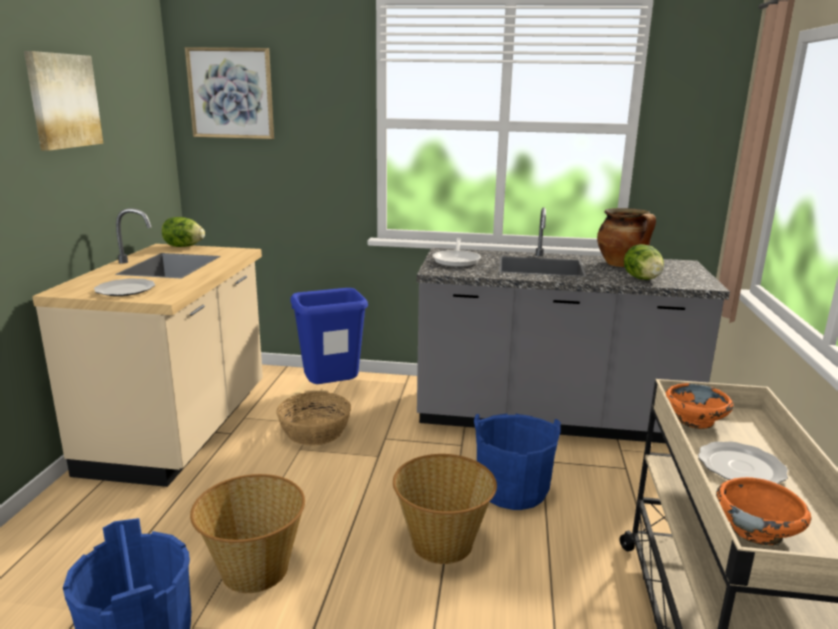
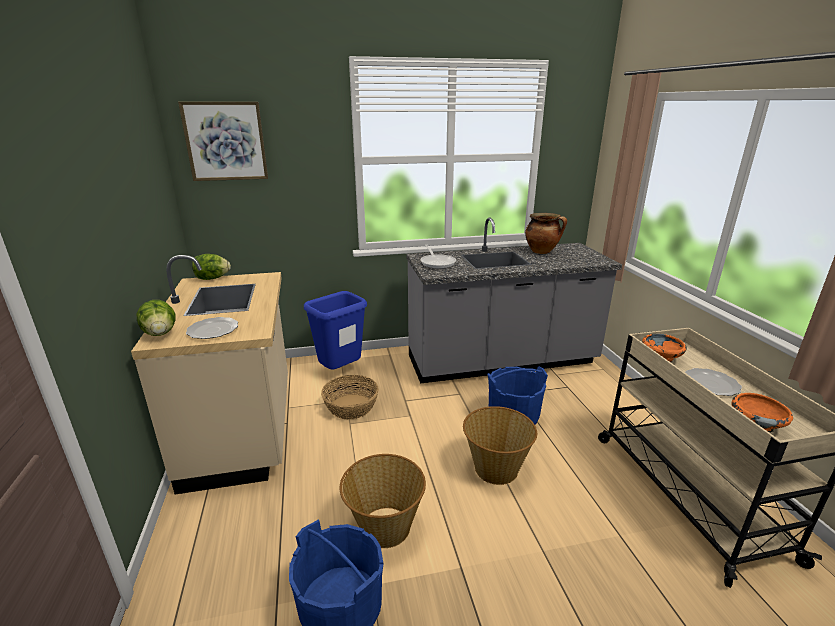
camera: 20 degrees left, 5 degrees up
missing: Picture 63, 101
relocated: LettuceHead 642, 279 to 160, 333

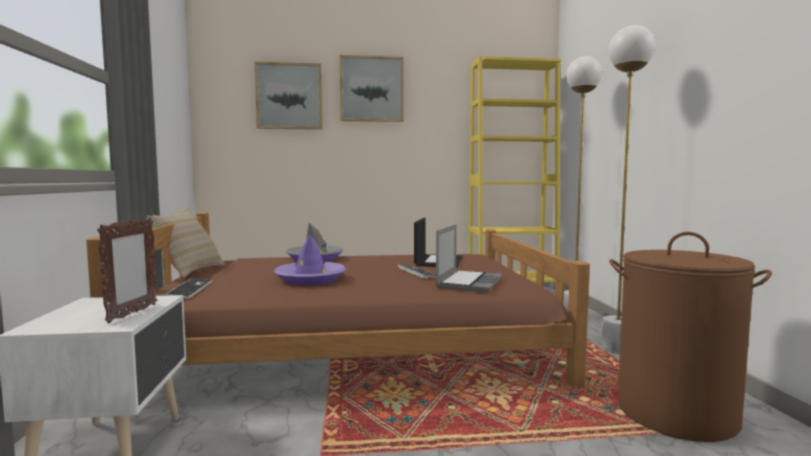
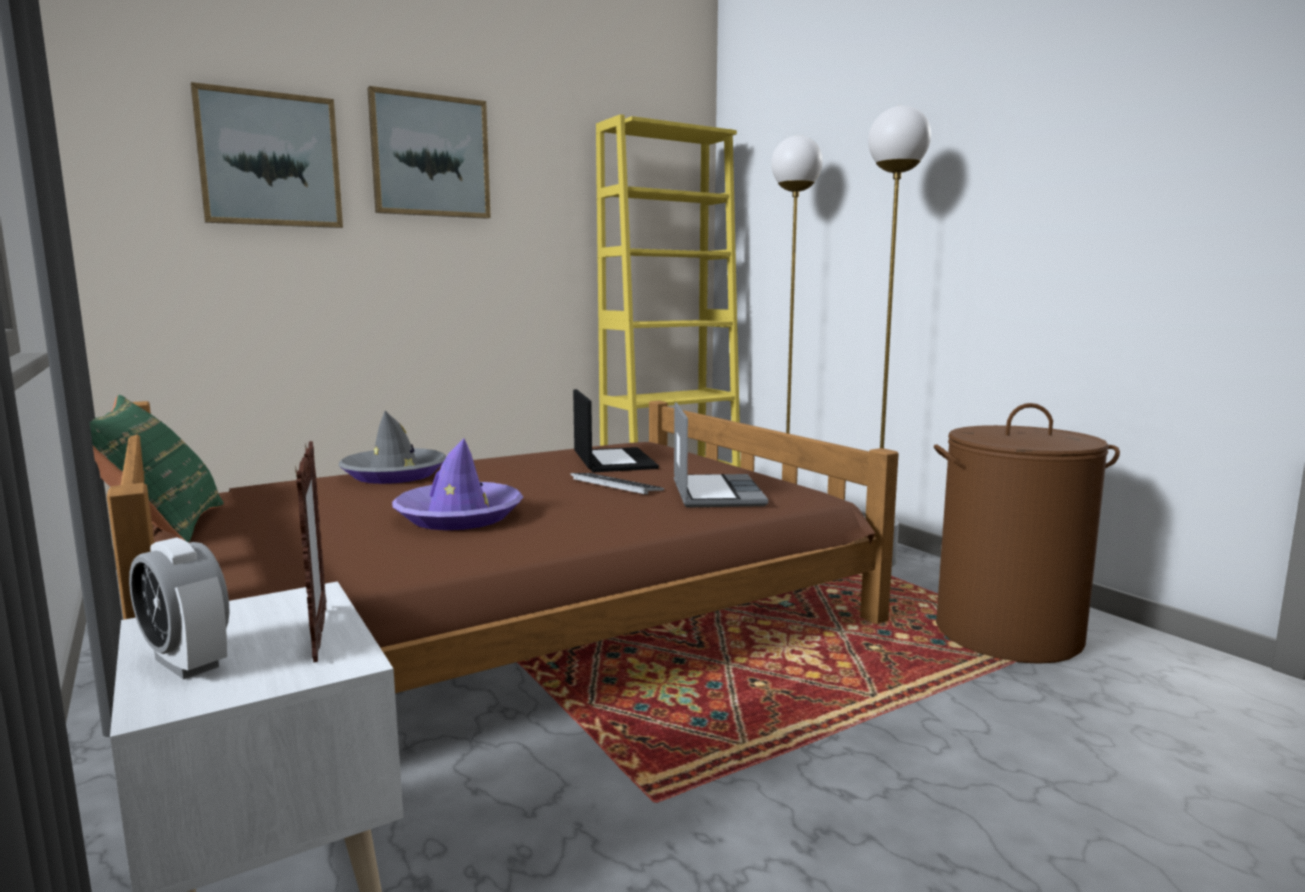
camera: 25 degrees left, 5 degrees up
missing: PcKeyboard 190, 290
appeared: AlarmClock 187, 663
colour: BeigeCushion 187, 271 to GreenishCushion 161, 527

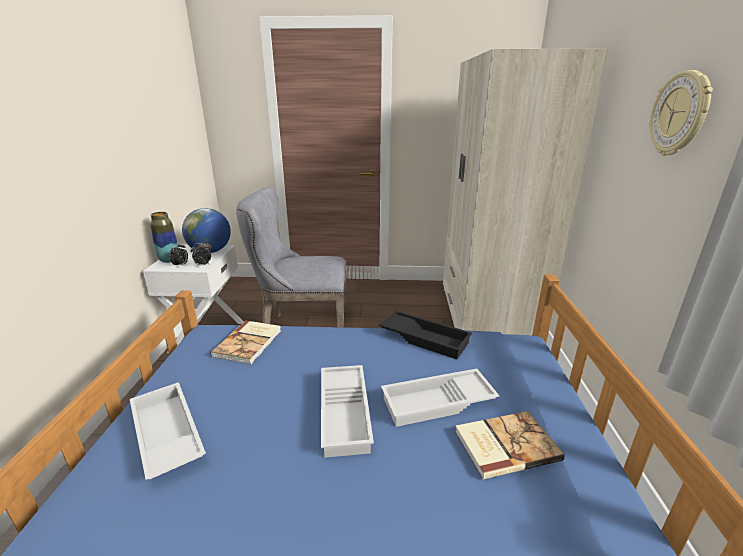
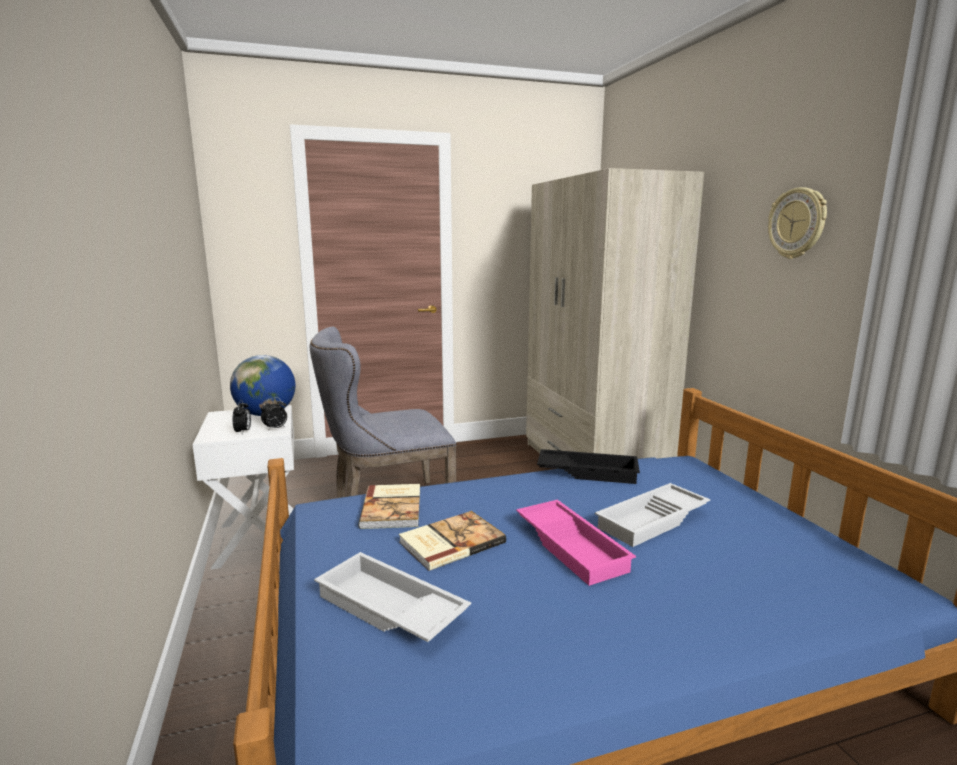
camera: 20 degrees left, 10 degrees down
missing: FlowerVase 169, 260
relocated: BoundBook 504, 444 to 450, 542
colour: WhiteServingTray 346, 413 to PinkColouredServingTray 573, 547

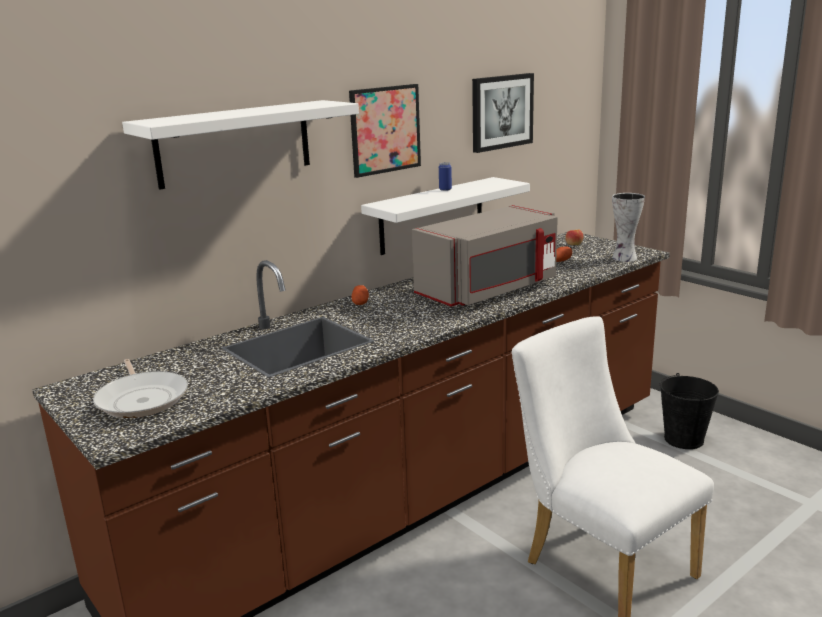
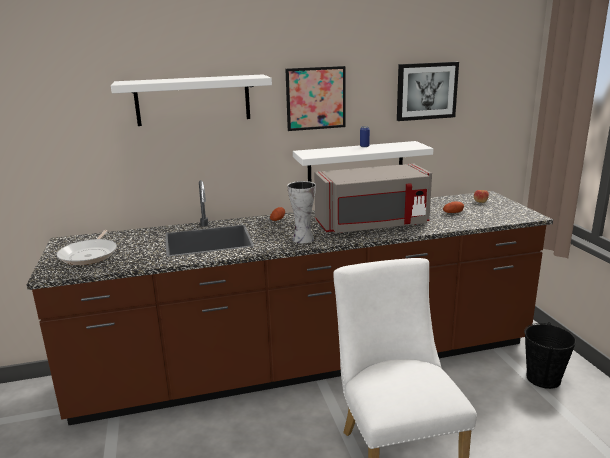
camera: 25 degrees right, 0 degrees up
relocated: FlowerVase 623, 258 to 302, 239

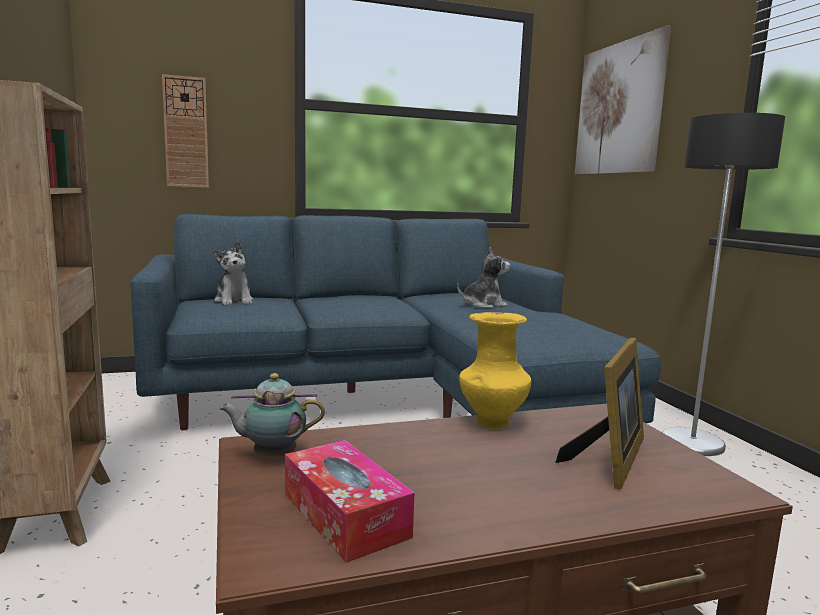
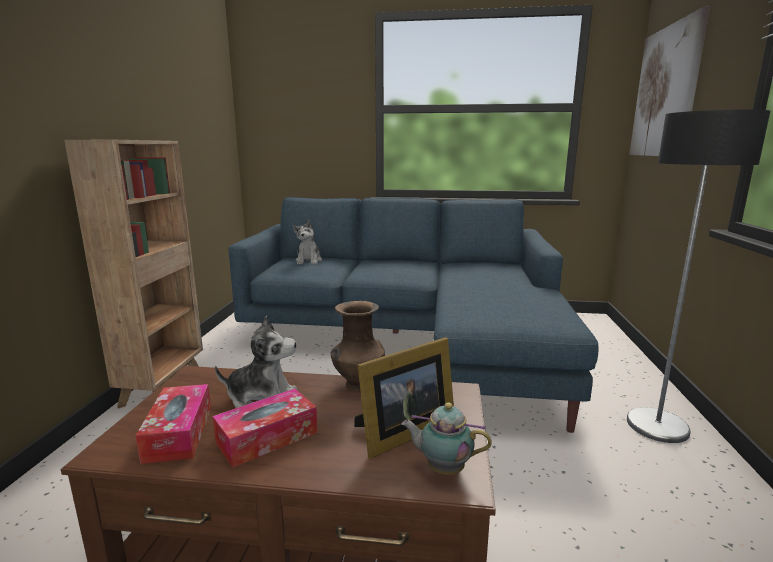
camera: 25 degrees right, 5 degrees up
missing: ClockOnTheWall 186, 132
appeared: TissueHolder 267, 437
relocated: Teapot 272, 455 to 443, 469; CuddlyToy 483, 305 to 262, 399
colour: YellowishFlowerVase 491, 423 to BrownFlowerVase 357, 385

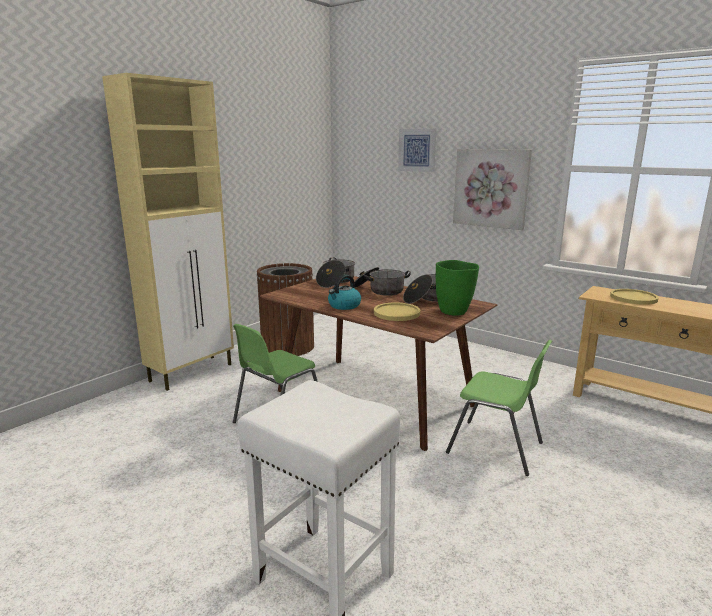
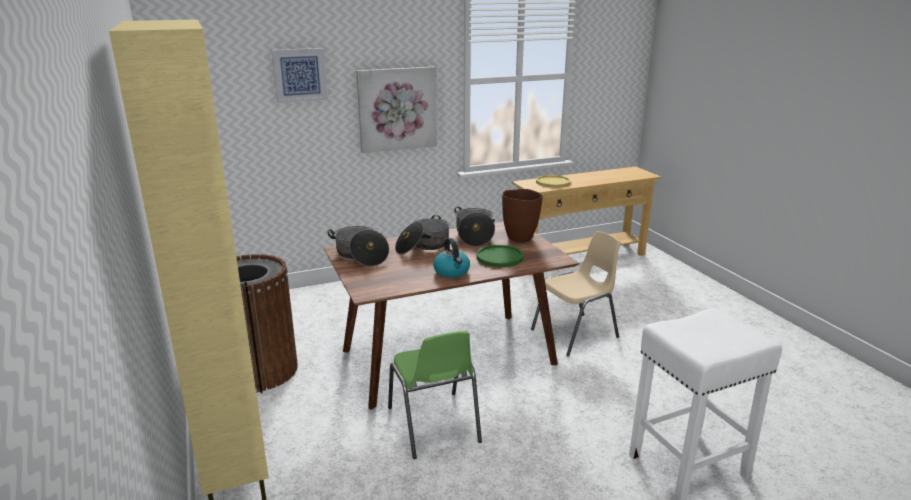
camera: 60 degrees left, 5 degrees up
colour: YellowishDinnerPlate 396, 313 to GreenishDinnerPlate 499, 257; GreenishFlowerVase 454, 311 to BrownFlowerVase 520, 237; GreenishUprightChair 496, 448 to BeigeUprightChair 576, 334

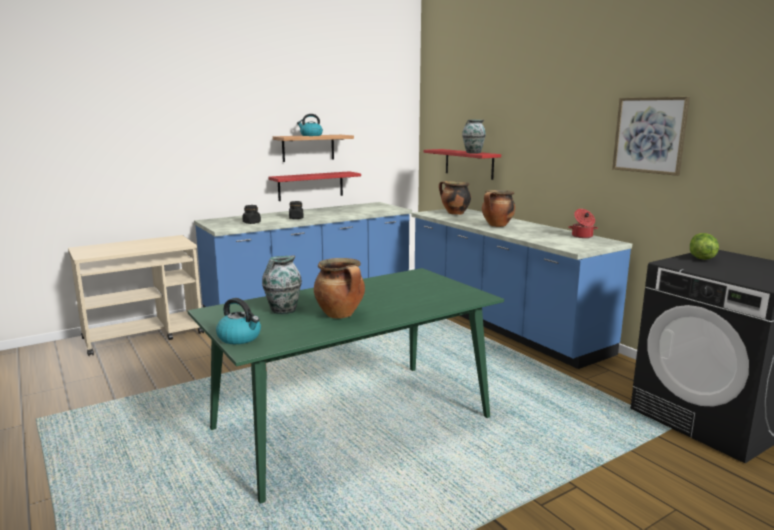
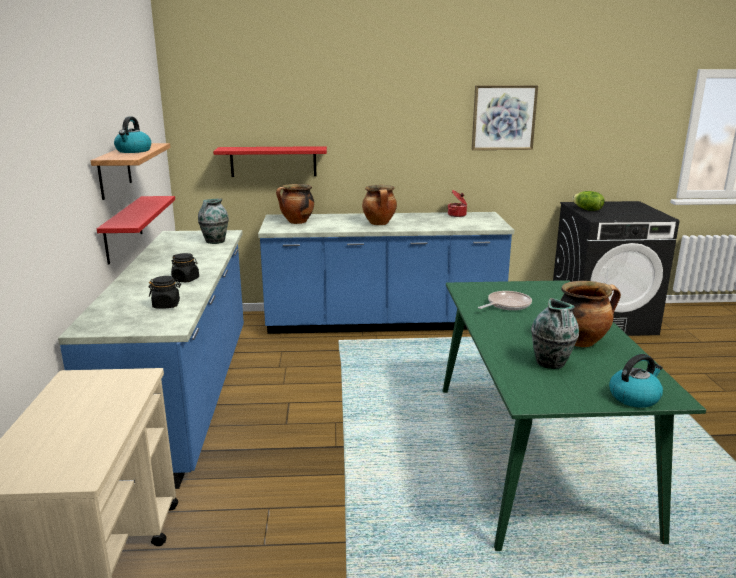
camera: 60 degrees left, 5 degrees up
appeared: Pan 506, 305
relocated: FlowerVase 473, 153 to 214, 241

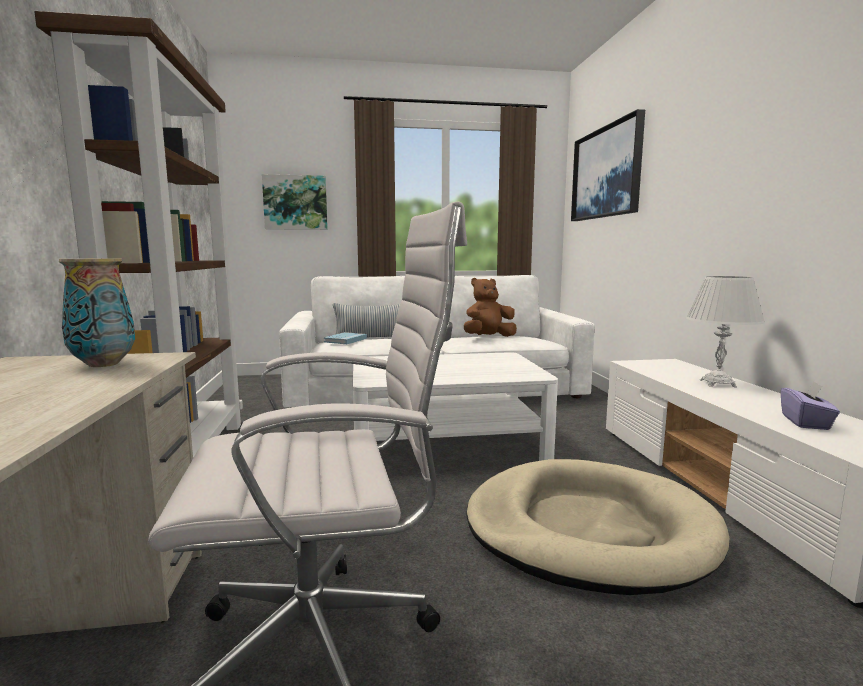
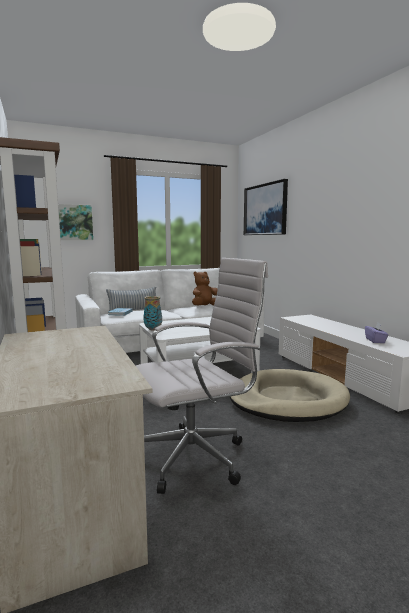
camera: 15 degrees left, 0 degrees up
missing: WhiteTabletopLamp 717, 383
relocated: FlowerVase 104, 364 to 153, 329

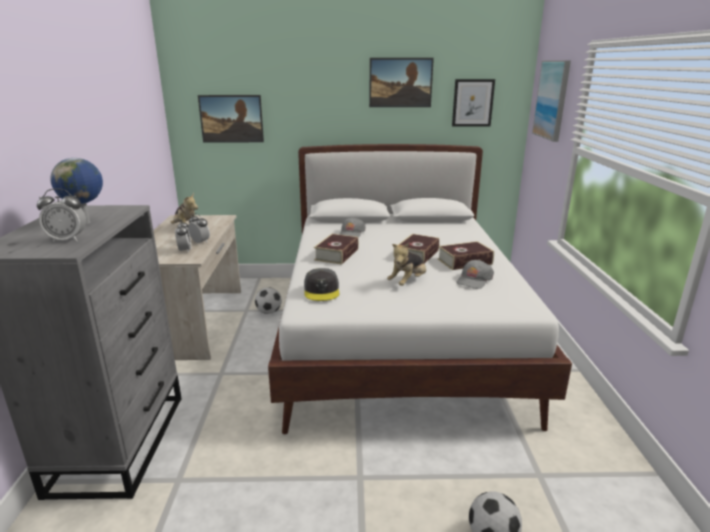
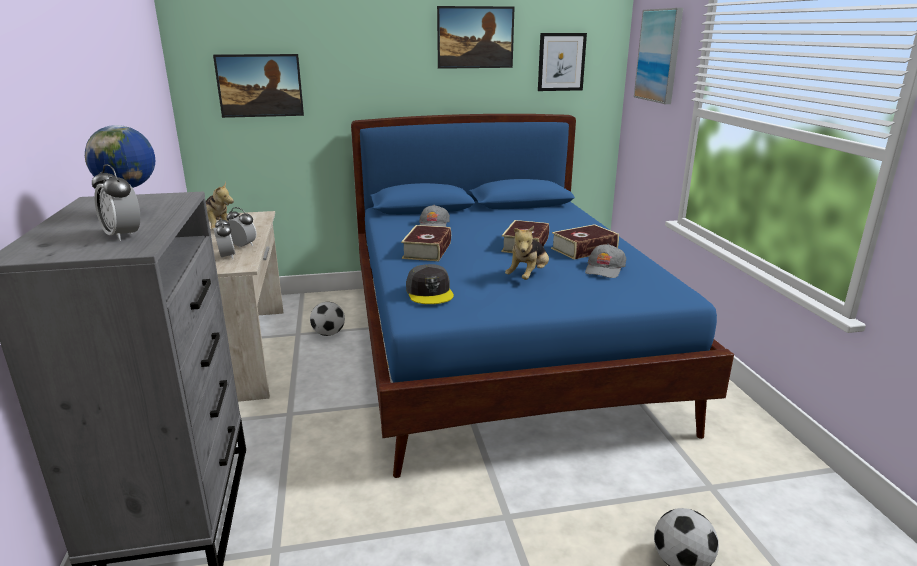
camera: 10 degrees left, 0 degrees up
colour: WhiteBed 398, 336 to BlueBed 500, 349
spun: AlarmClock 67, 239 = 123, 236 60 degrees clockwise

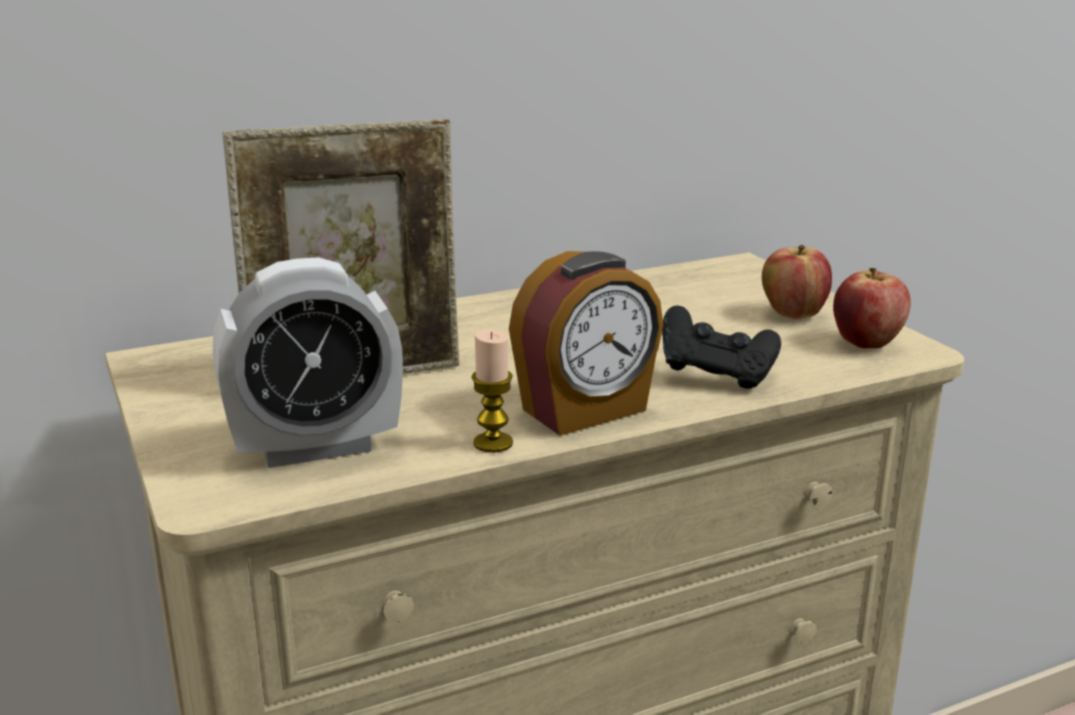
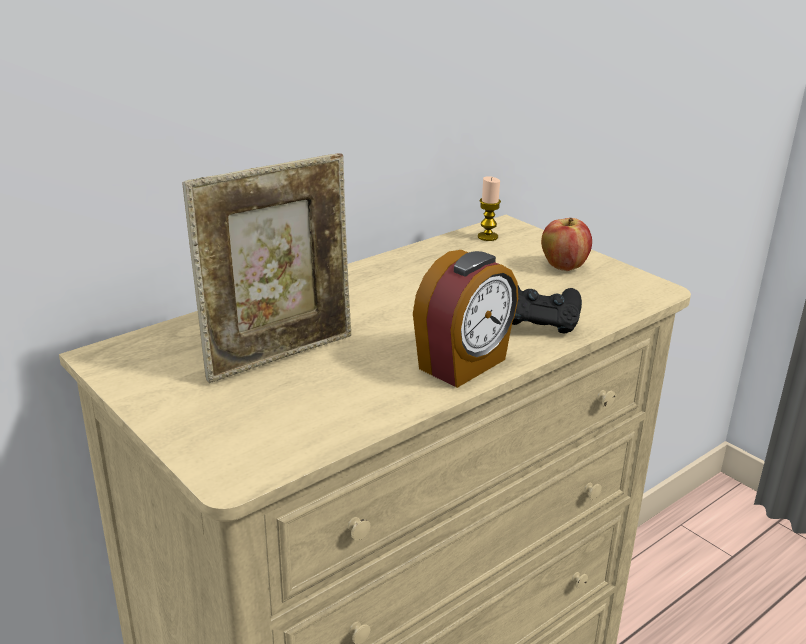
camera: 15 degrees left, 5 degrees up
missing: AlarmClock 316, 448; WholeApple 866, 343
relocated: Candle 493, 443 to 487, 237

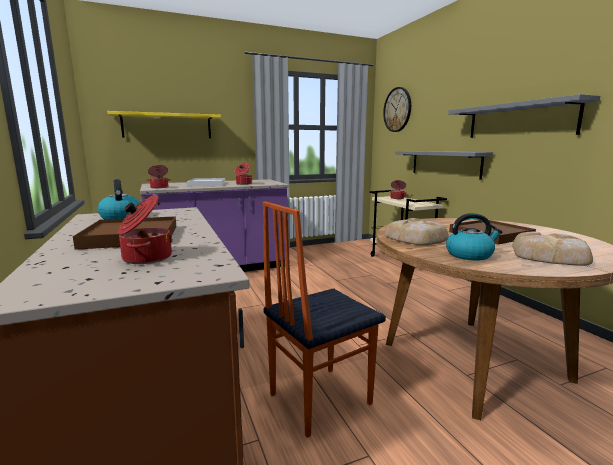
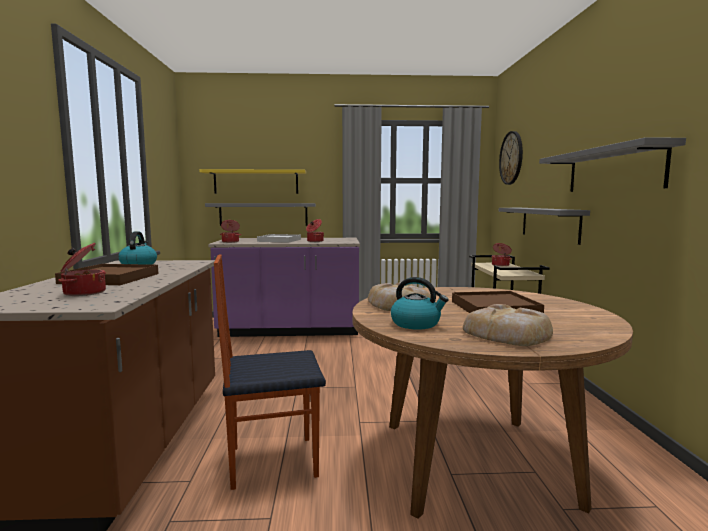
camera: 20 degrees right, 5 degrees down
appeared: GrayWallShelf 263, 214

